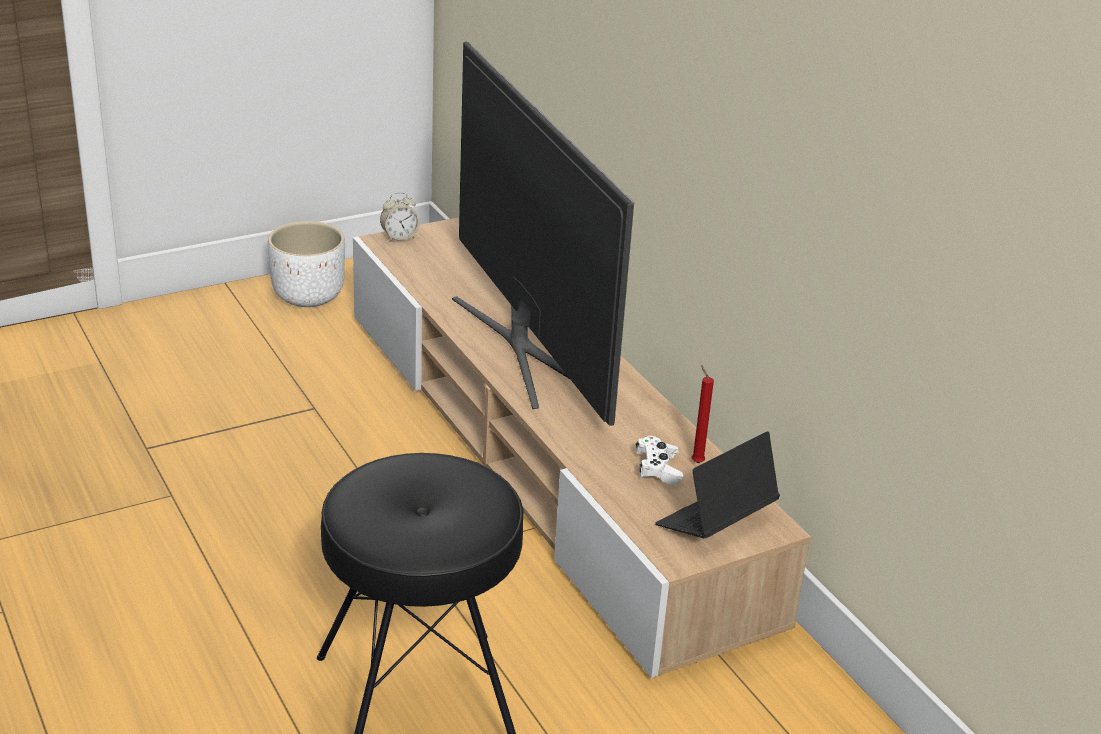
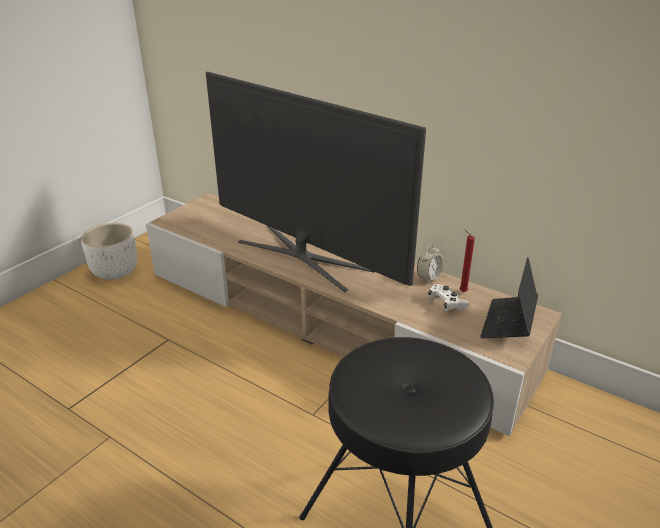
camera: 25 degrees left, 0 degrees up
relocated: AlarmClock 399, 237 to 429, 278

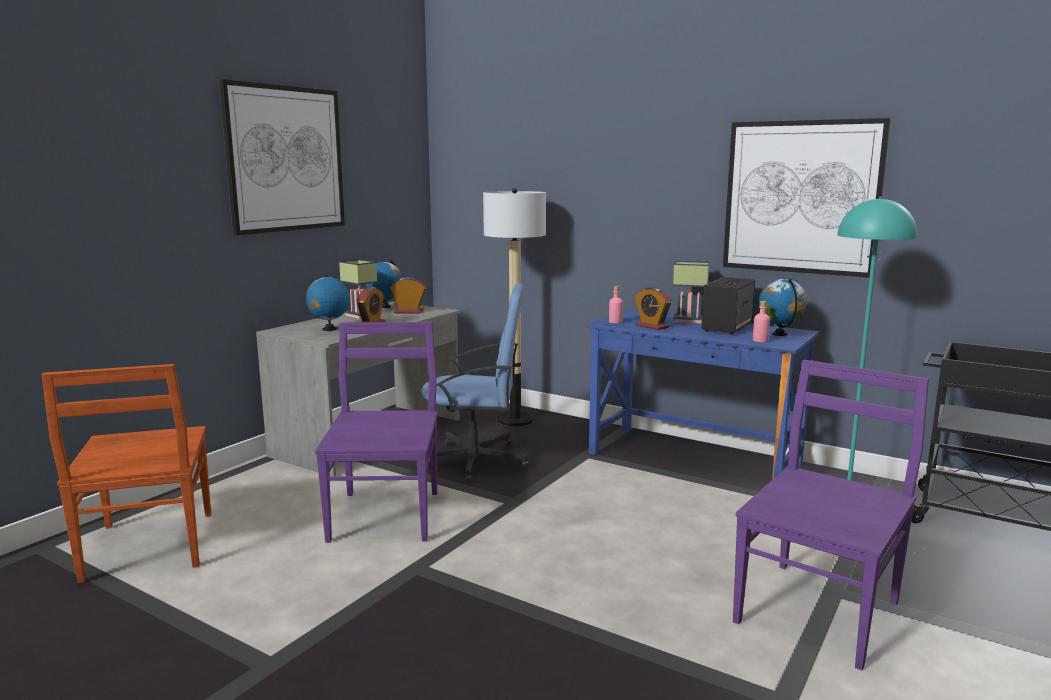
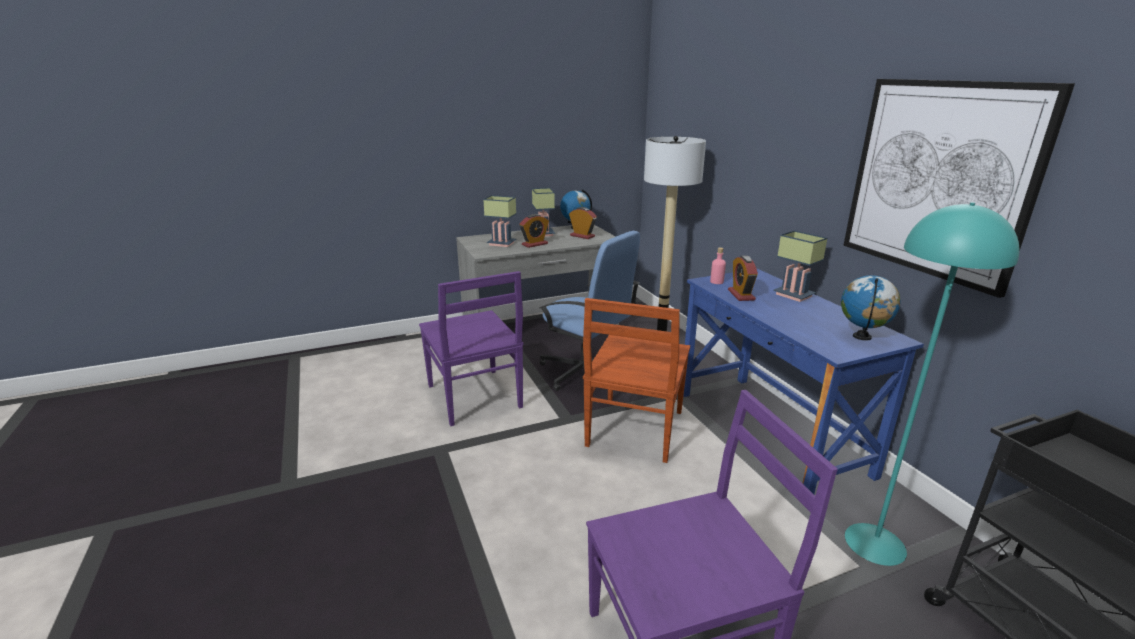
camera: 35 degrees right, 10 degrees up
missing: Picture 285, 159; Loudspeaker 727, 327; PinkColouredBeverageBottle 760, 340
relocated: BrownUprightChair 149, 547 to 634, 430
exchanged: WorldGlobe 329, 329 to TabletopLamp 500, 244
spun: PurplishUprightChair 386, 514 = 474, 397 120 degrees clockwise

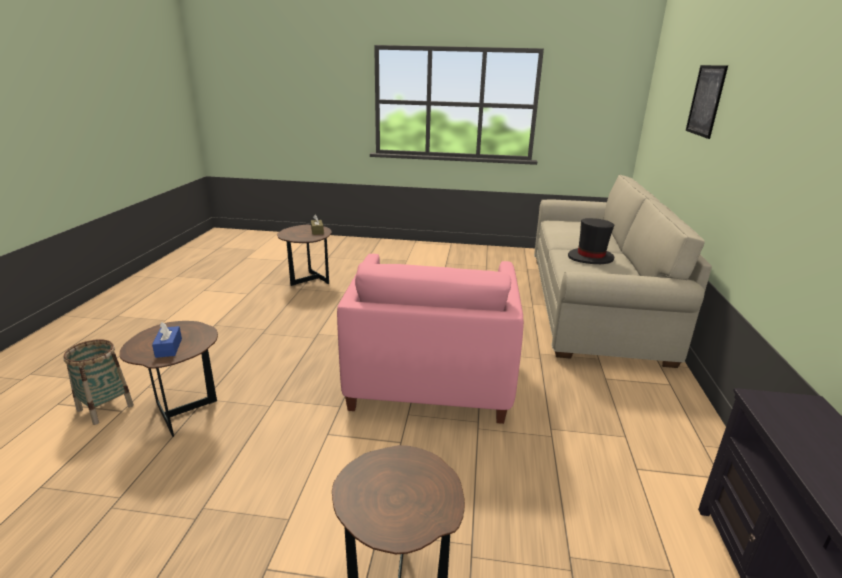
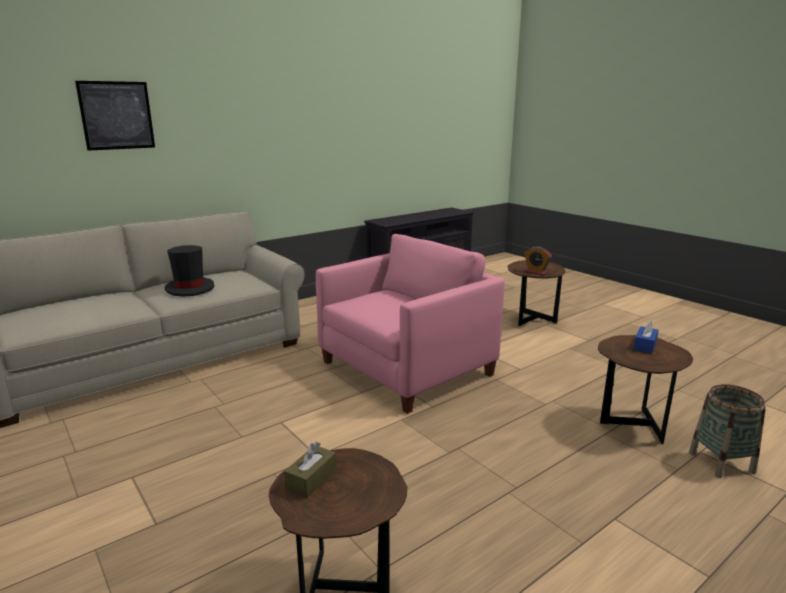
camera: 135 degrees left, 5 degrees down
appeared: AlarmClock 536, 272

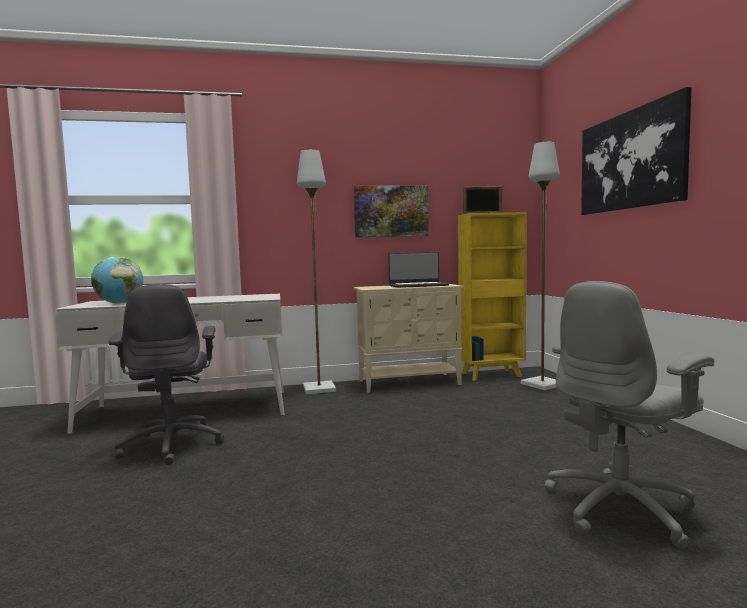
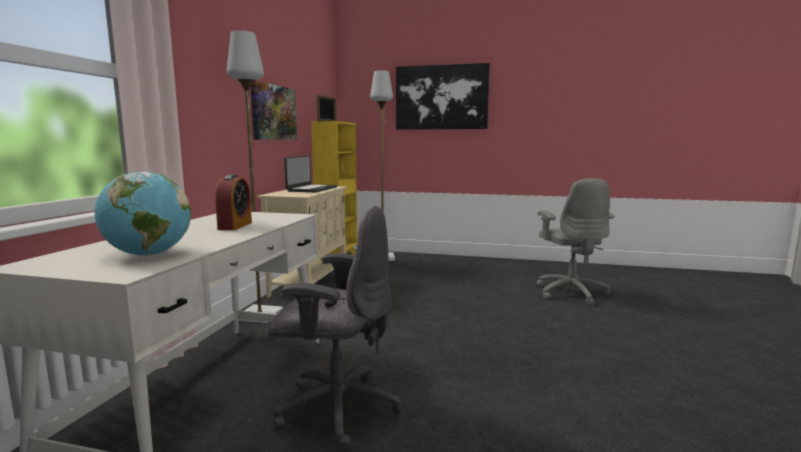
camera: 65 degrees left, 5 degrees up
appeared: AlarmClock 235, 226

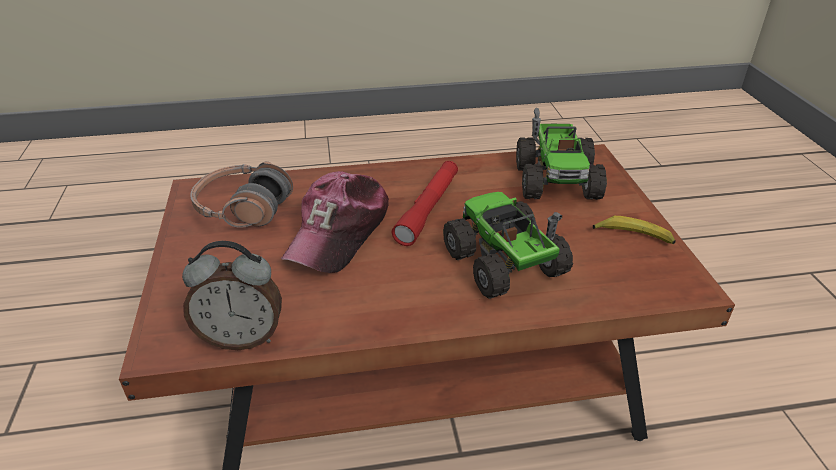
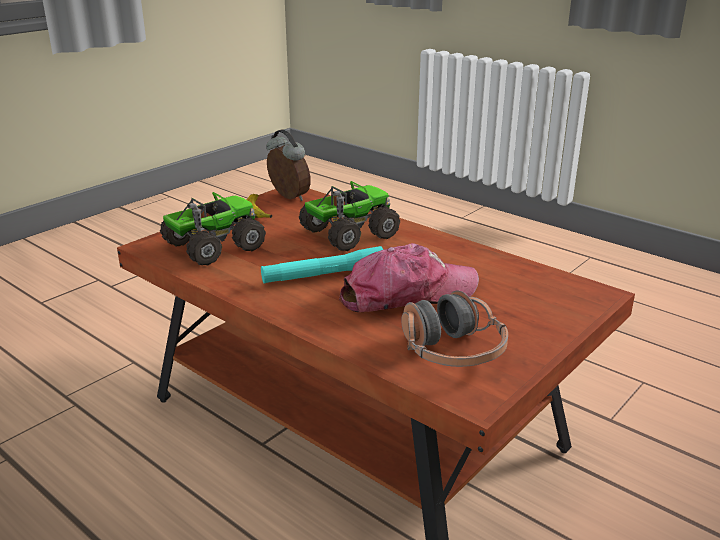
camera: 130 degrees left, 10 degrees down
relocated: AlarmClock 242, 337 to 288, 197
colour: ReddishFlashlight 428, 209 to BlueGreenFlashlight 323, 276
spun: ModelTruck 504, 264 = 347, 234 150 degrees counterclockwise

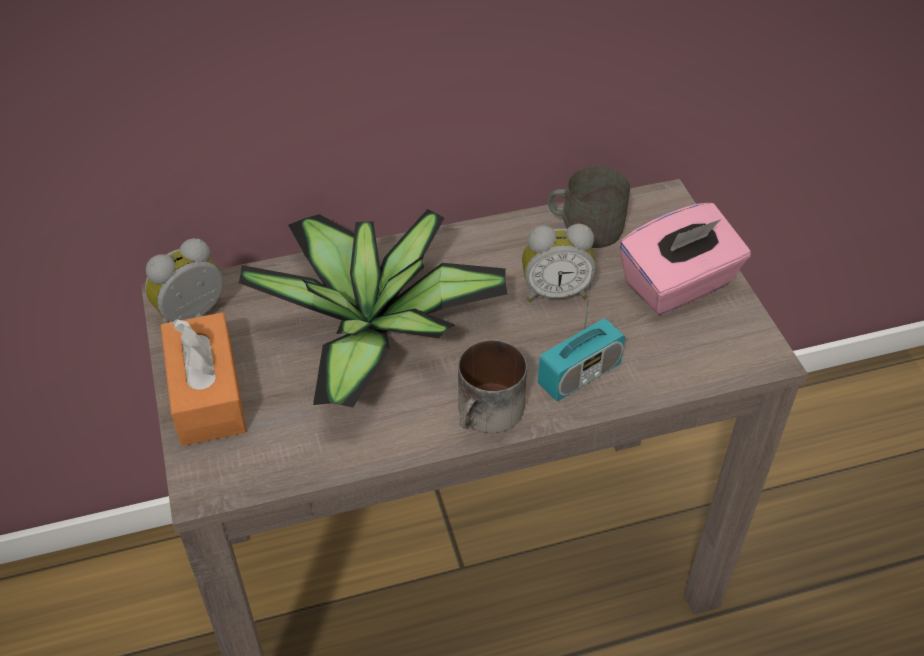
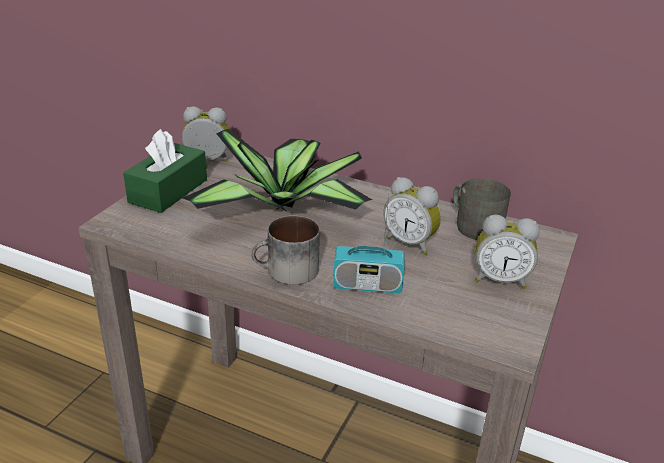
camera: 40 degrees right, 15 degrees down
exchanged: PinkColouredTissueHolder 678, 285 to AlarmClock 500, 280
colour: OrangeTissueHolder 207, 394 to GreenishTissueHolder 168, 191

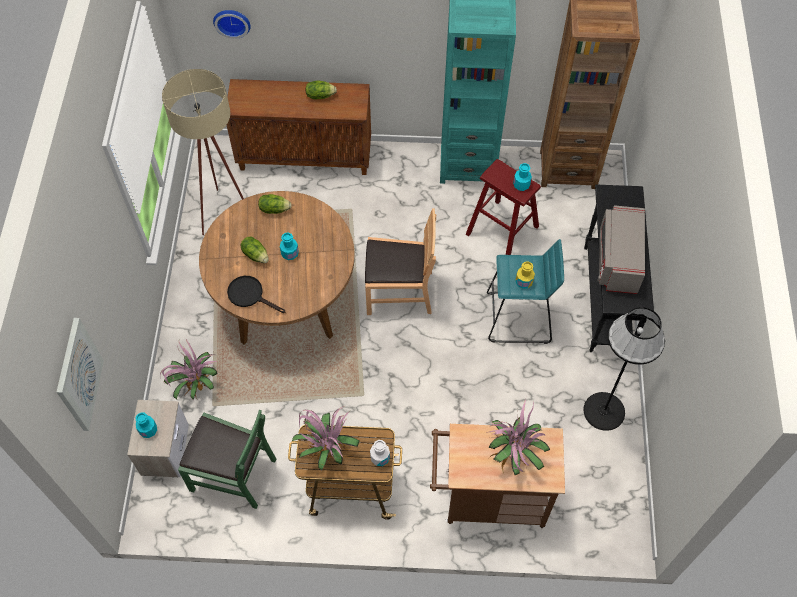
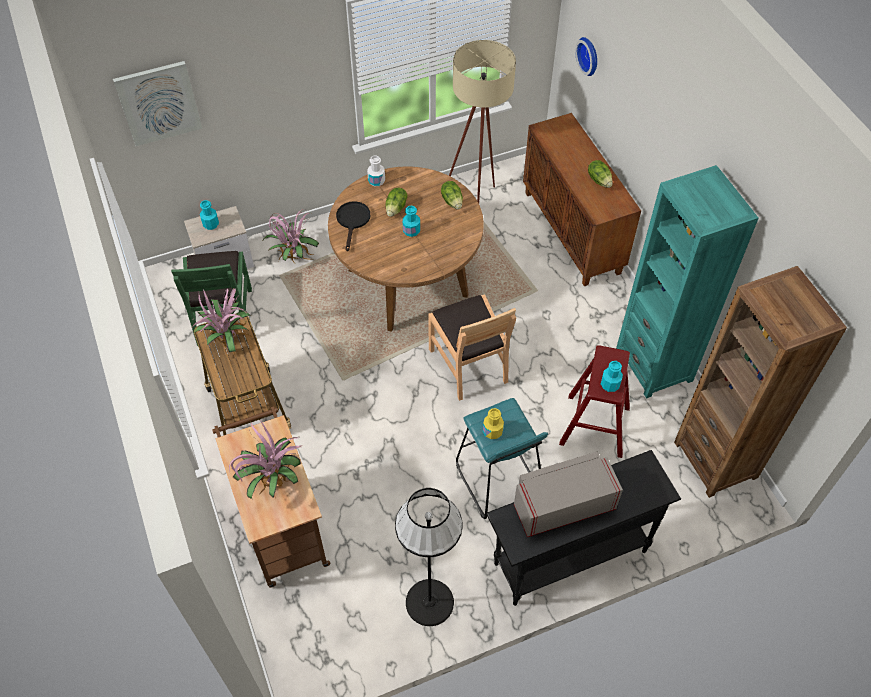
camera: 65 degrees right, 5 degrees down
relocated: WhiteBeverageBottle 380, 458 to 376, 181

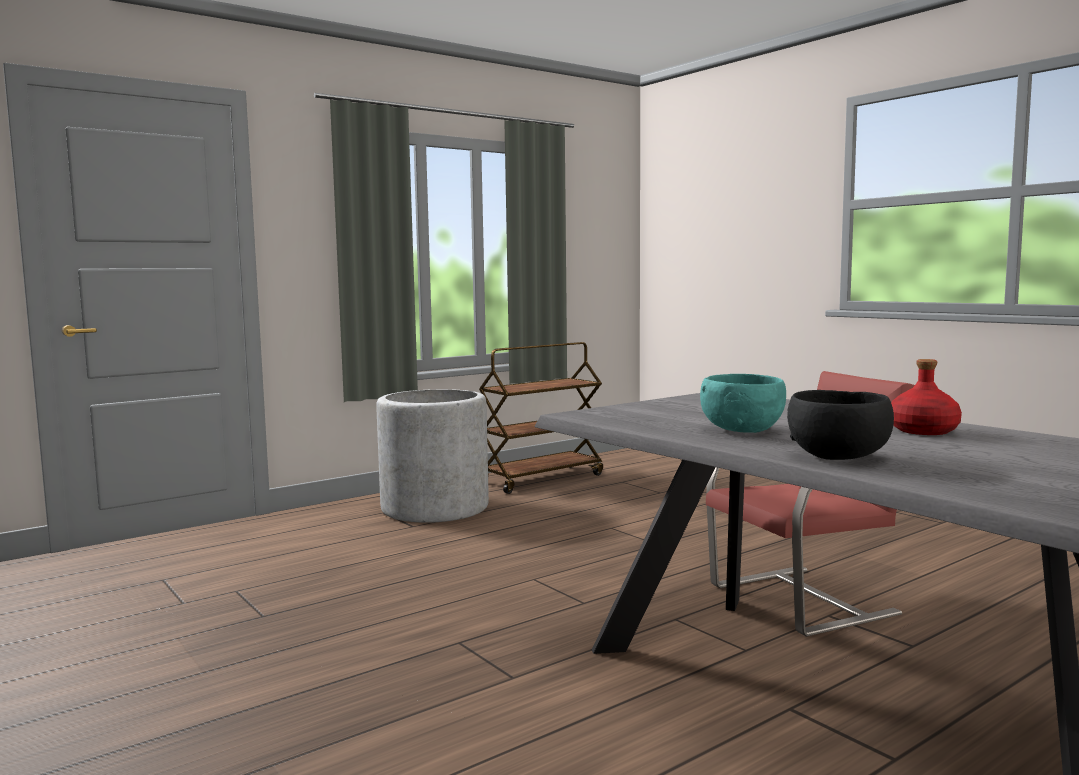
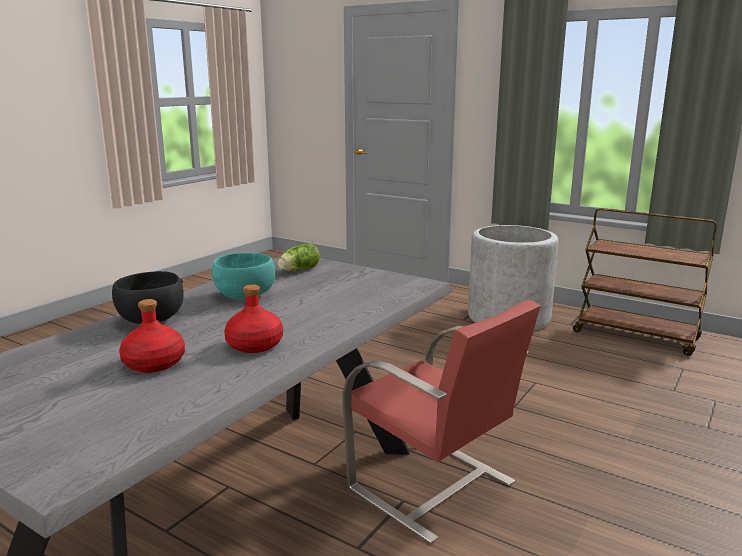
camera: 70 degrees right, 10 degrees up
appeared: ReddishBeverageBottle 155, 363; LettuceHead 297, 270

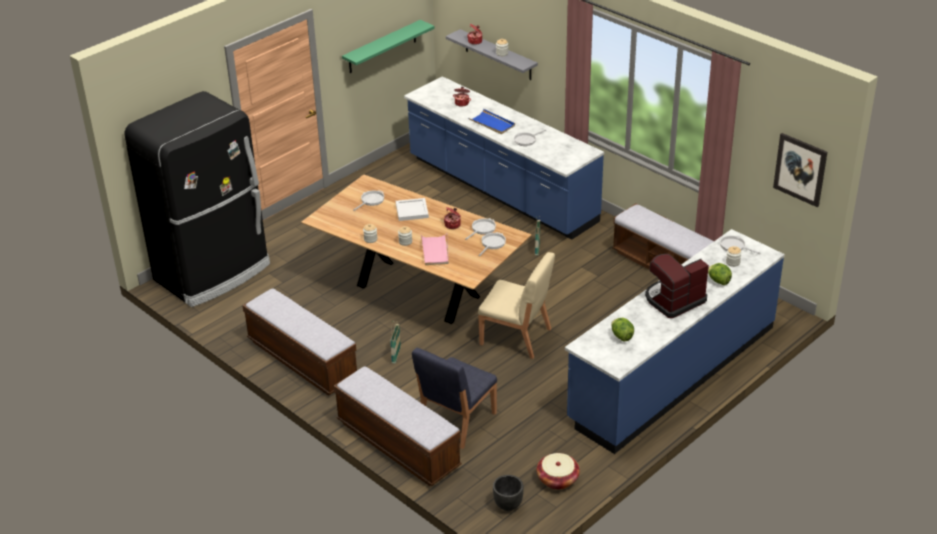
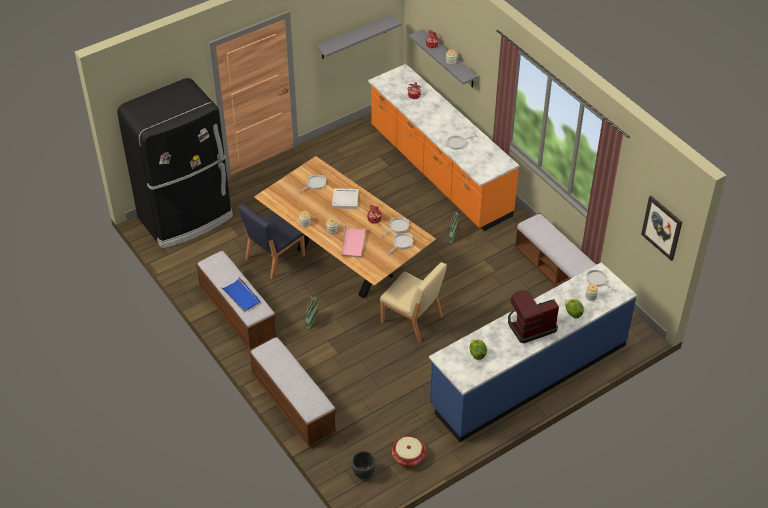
camera: 10 degrees right, 10 degrees up
relocated: BlueUprightChair 456, 421 to 274, 257; BlueServingTray 492, 123 to 241, 296
colour: GreenishWallShelf 382, 47 to GrayWallShelf 354, 37; BlueKitchenCounter 501, 191 to OrangeKitchenCounter 439, 172

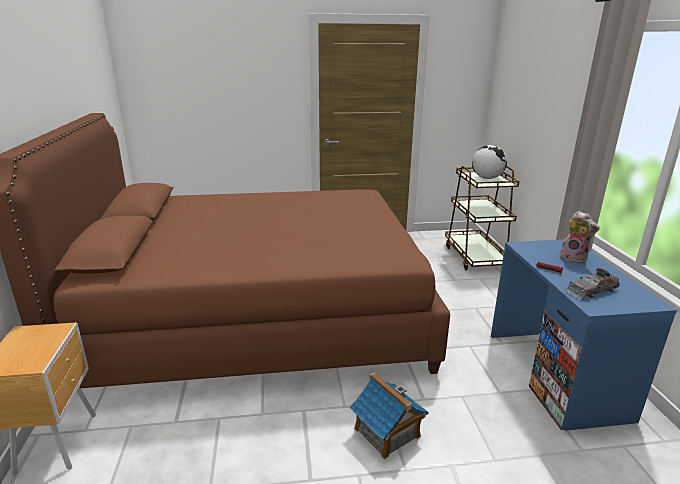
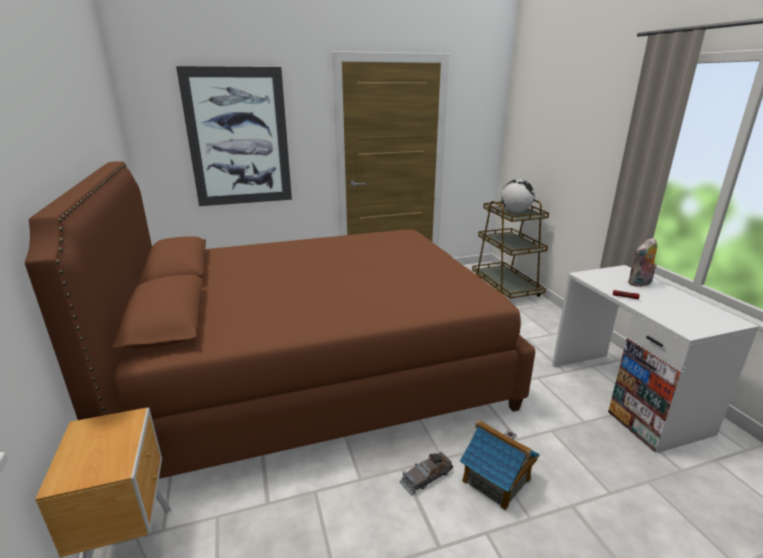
camera: 10 degrees left, 0 degrees up
appeared: Picture 239, 138
relocated: GrayToyCar 591, 290 to 426, 476
colour: BlueDeskUnit 555, 374 to WhiteDeskUnit 626, 396
spun: CuddlyToy 574, 258 = 640, 284 120 degrees clockwise

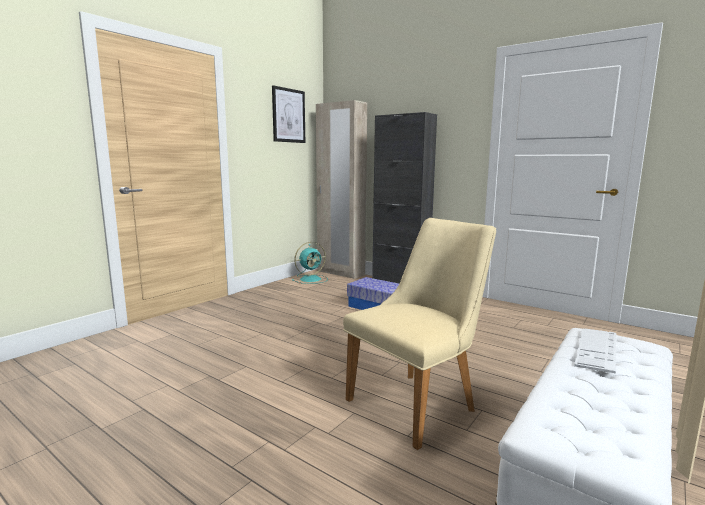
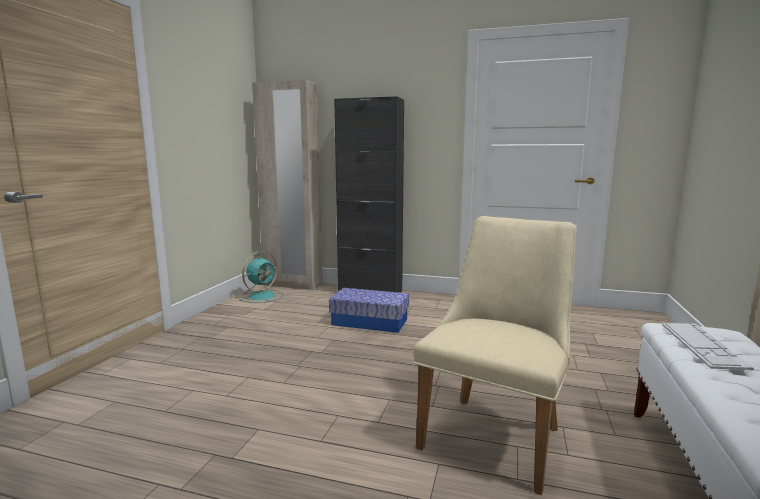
camera: 20 degrees left, 0 degrees up
missing: Picture 288, 115

